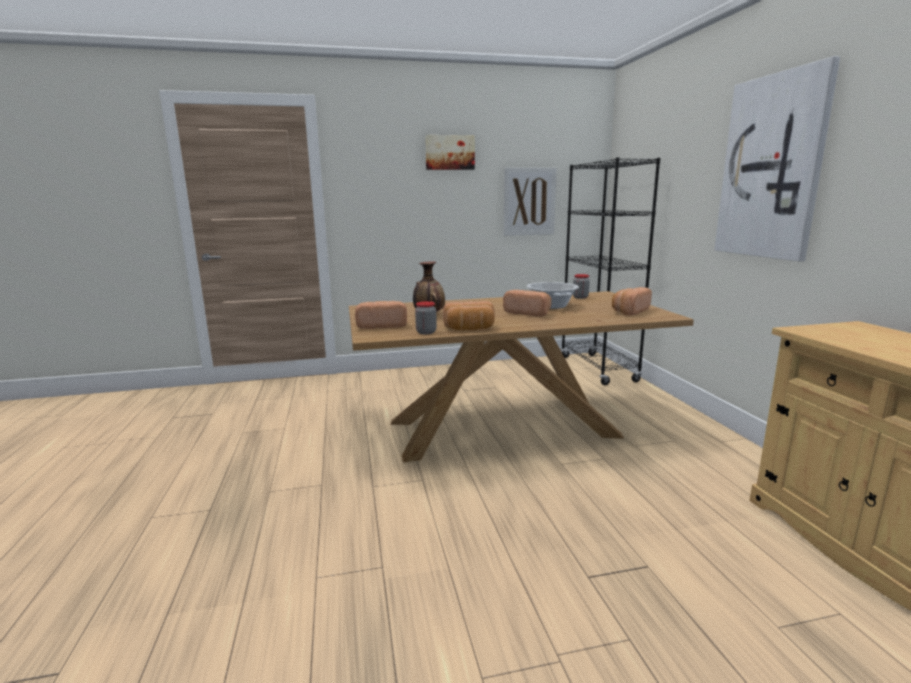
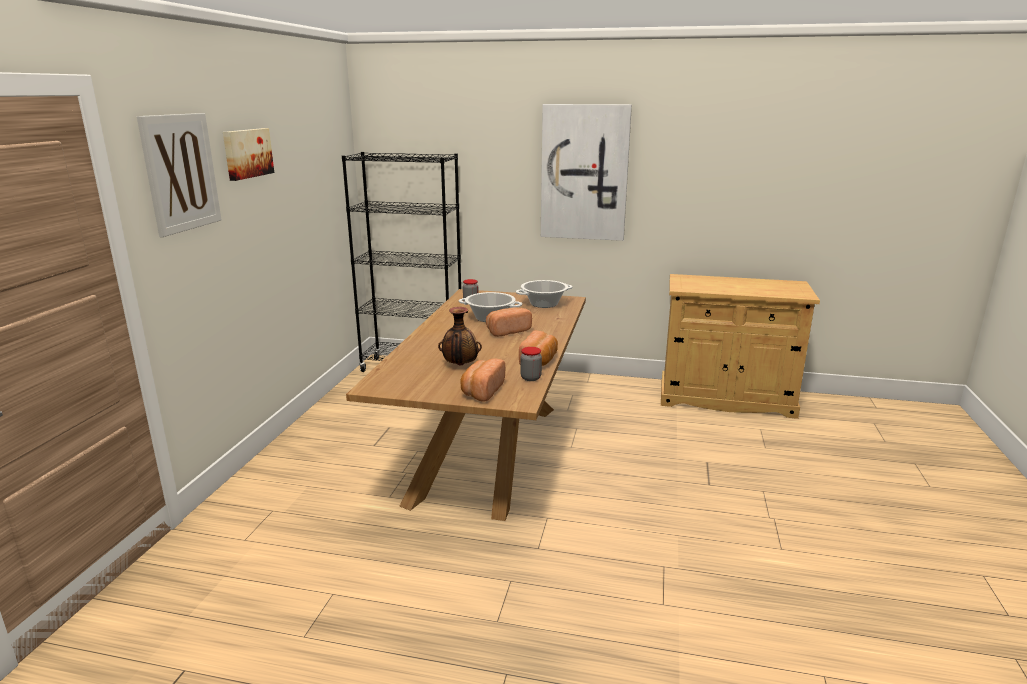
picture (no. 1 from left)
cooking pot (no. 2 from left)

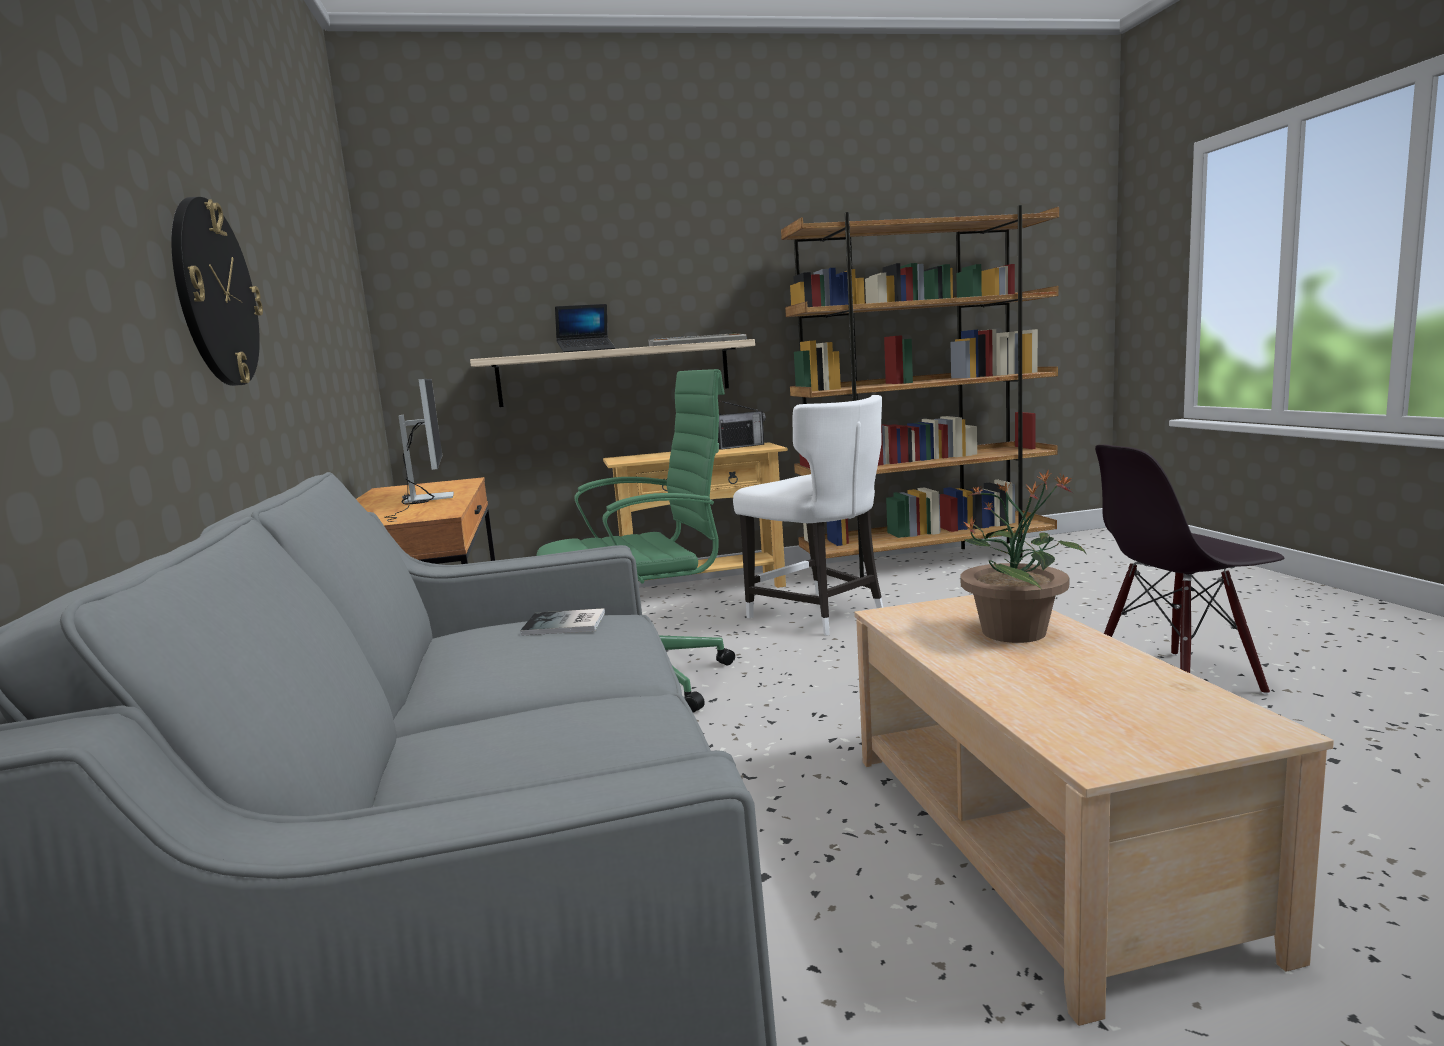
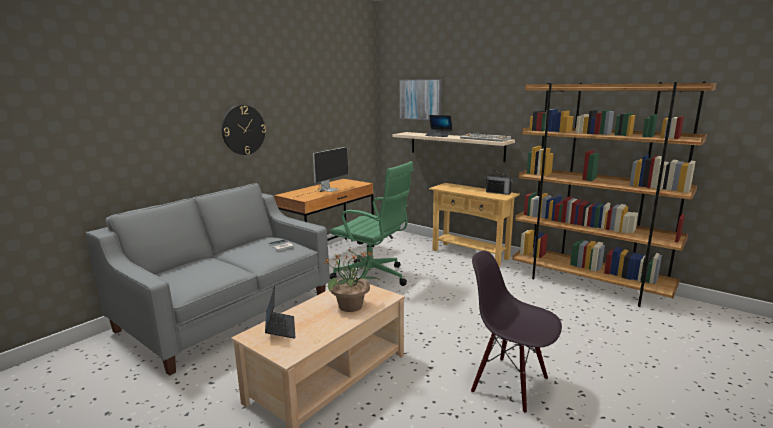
chair (white)
picture
laptop (no. 1 from left)

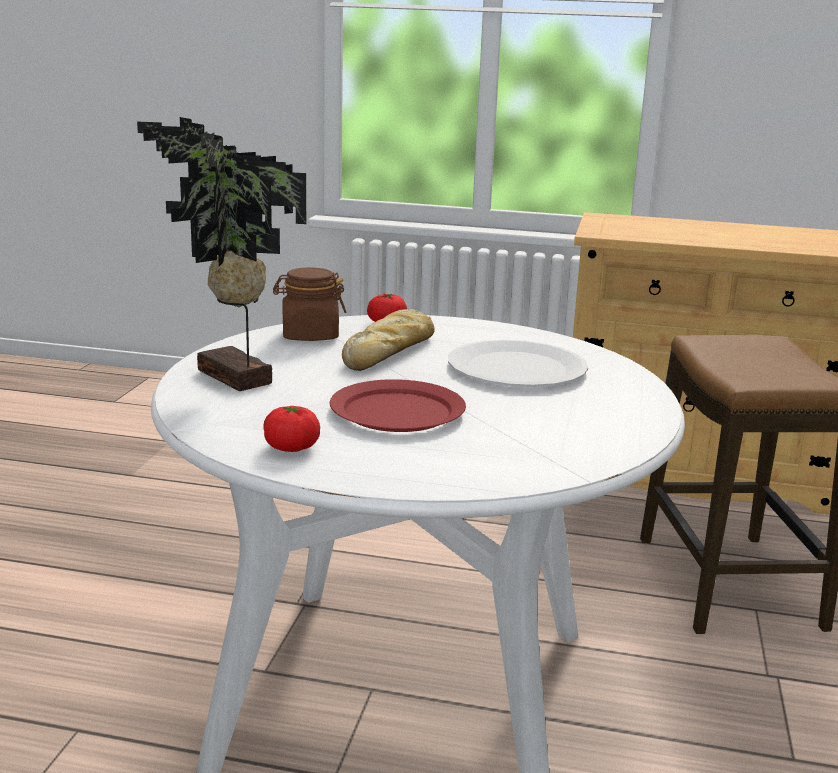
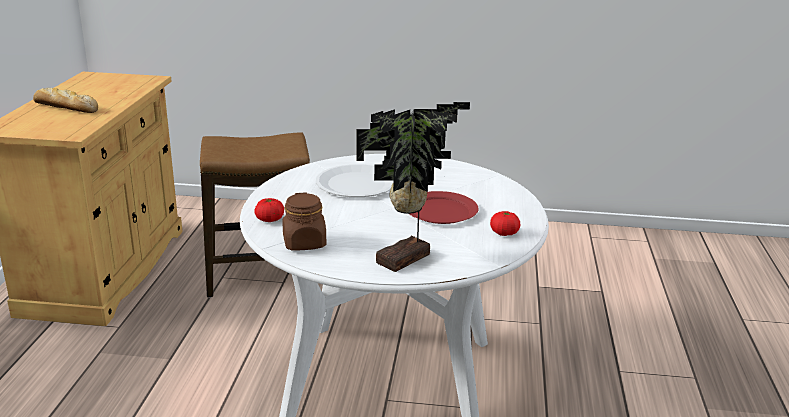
bread

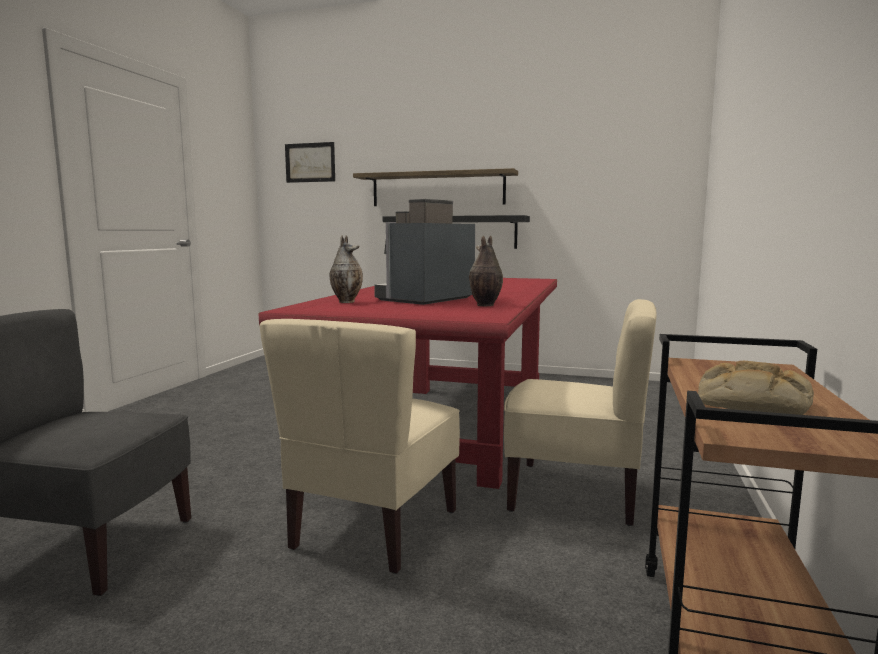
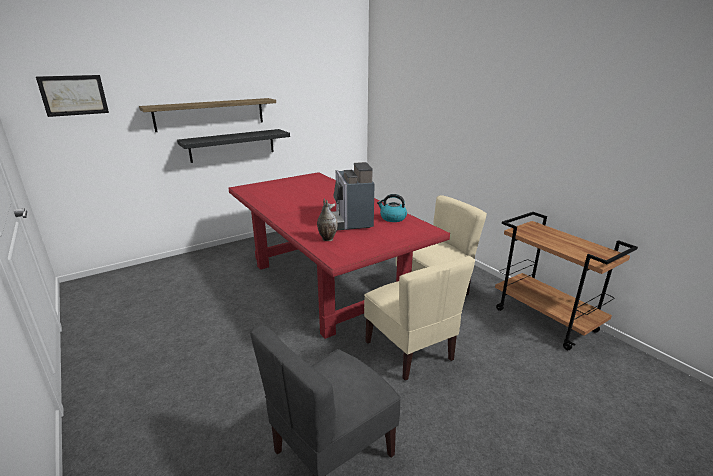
kettle
bread

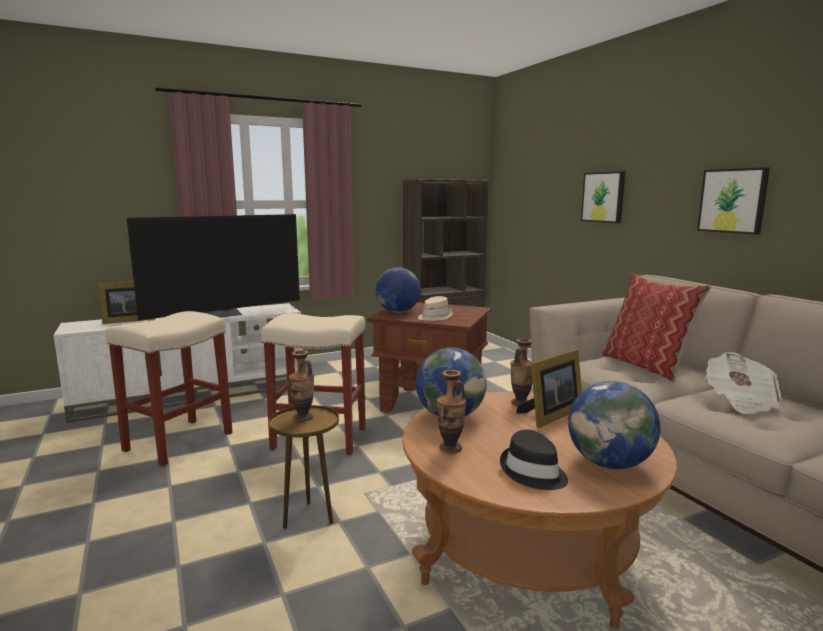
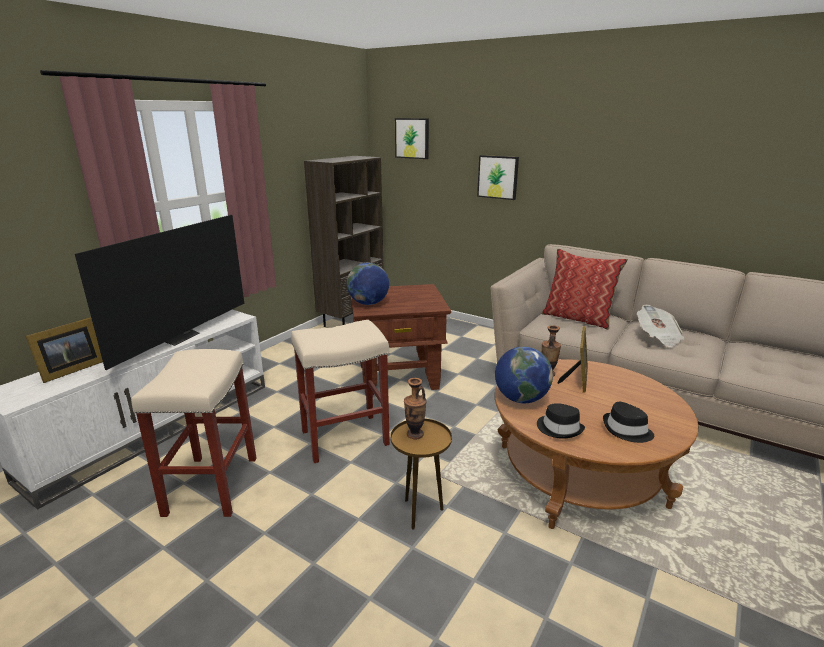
picture (no. 1 from left)
hat (beige)
hat (black) (no. 1 from left)
globe (no. 3 from left in the first image)

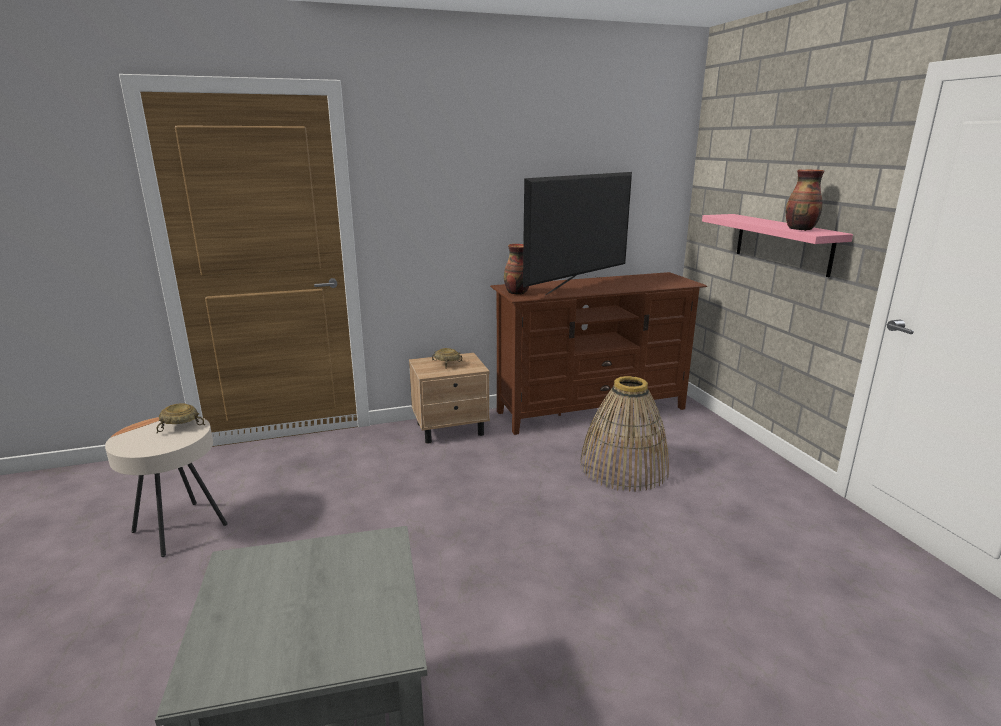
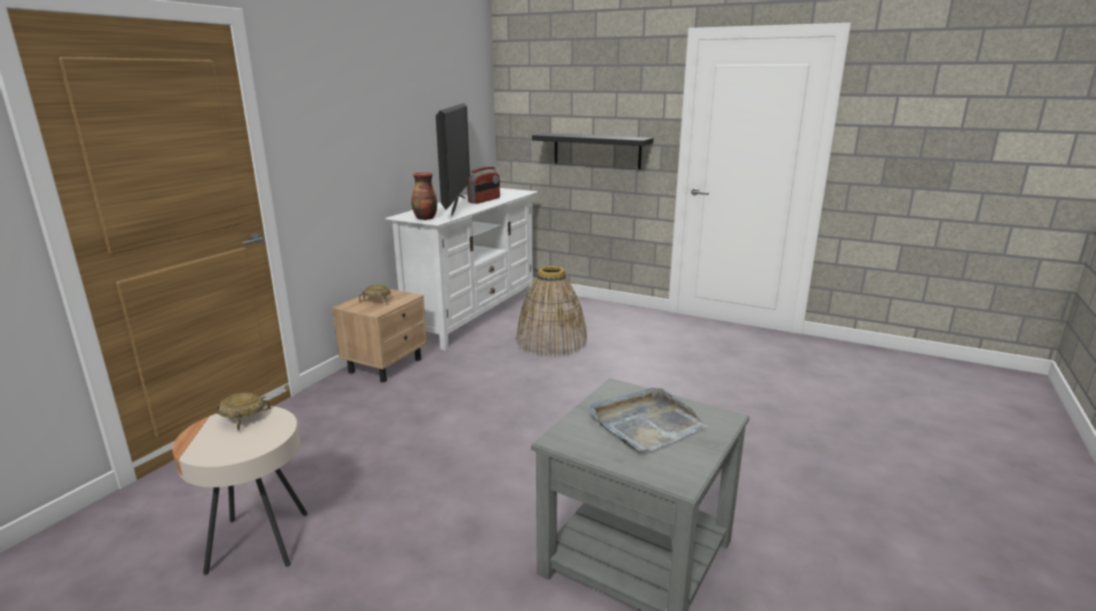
vase (no. 2 from left in the first image)
shelf (black)
tv stand (white)
radio
tray (grey)

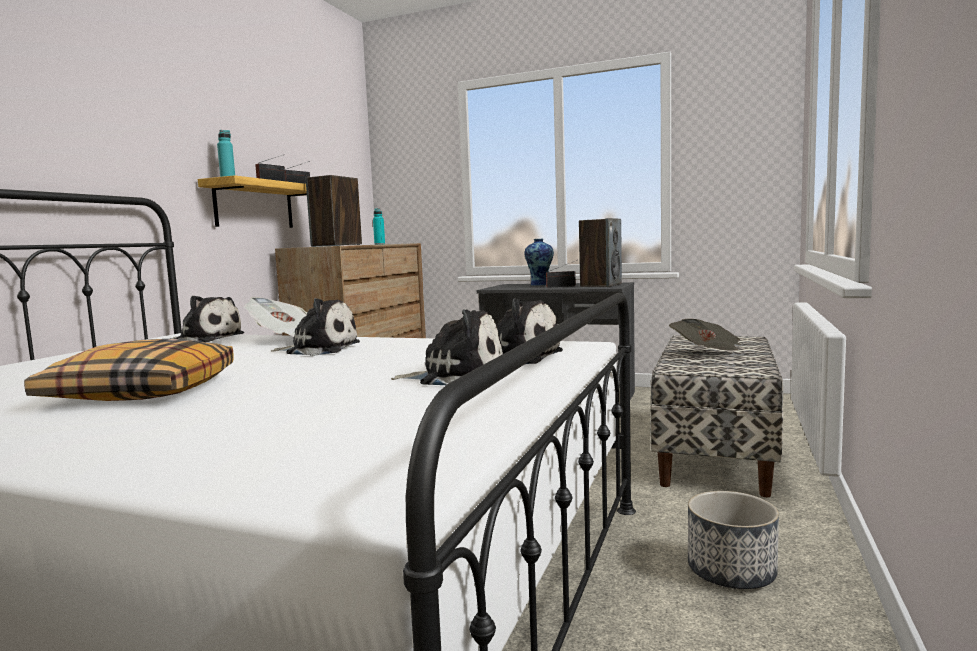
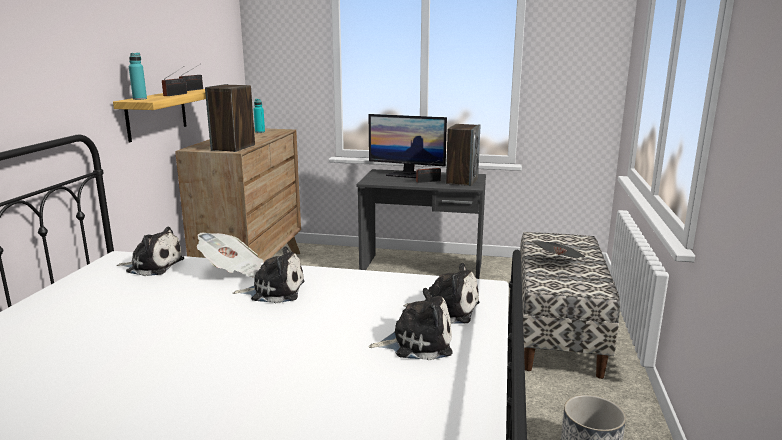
monitor
pillow

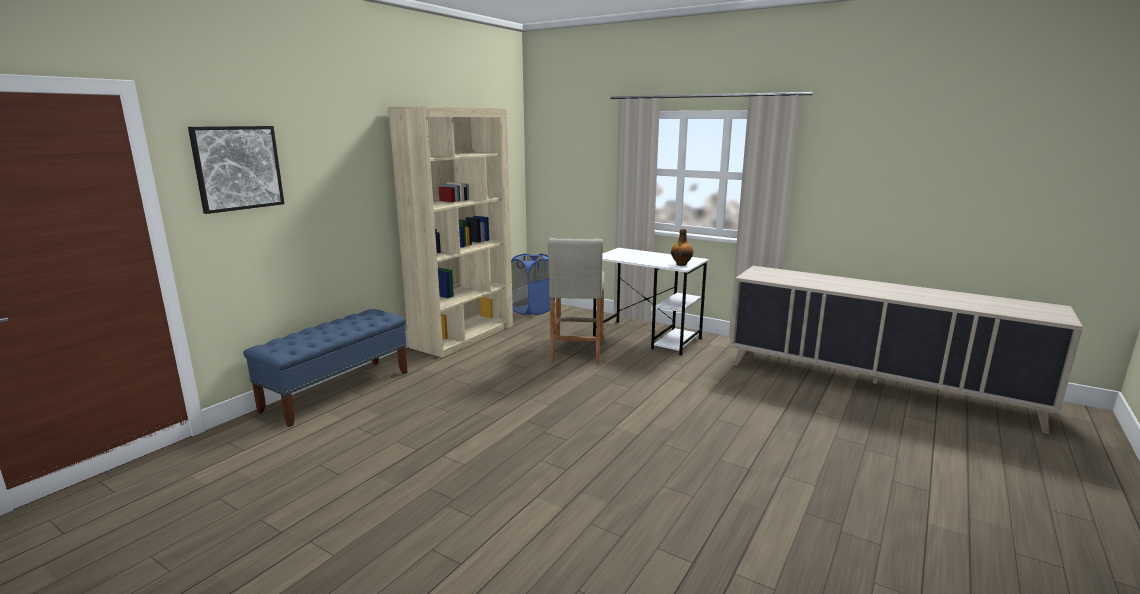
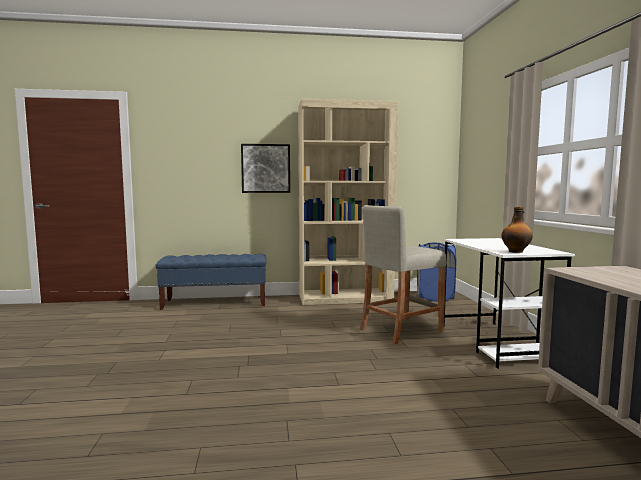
picture

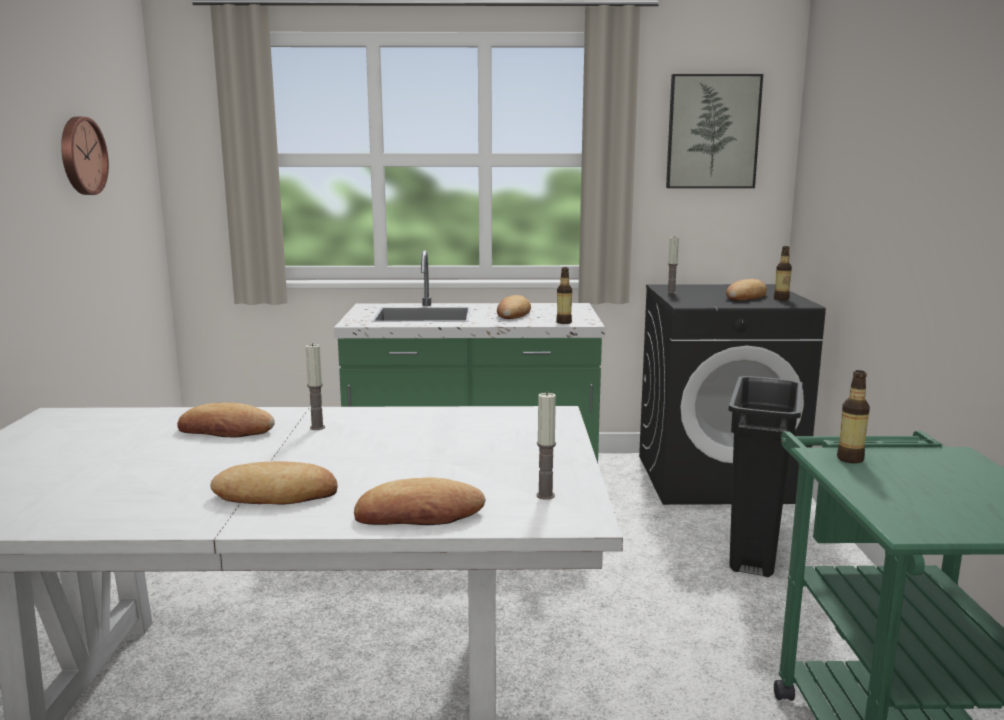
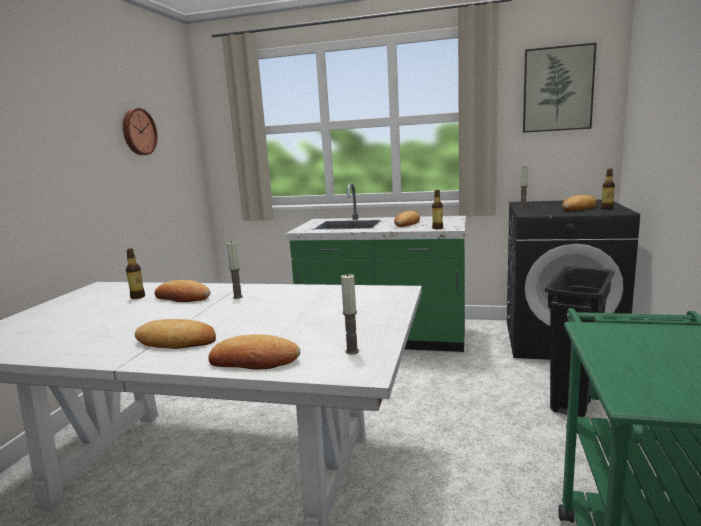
bottle (no. 1 from left)

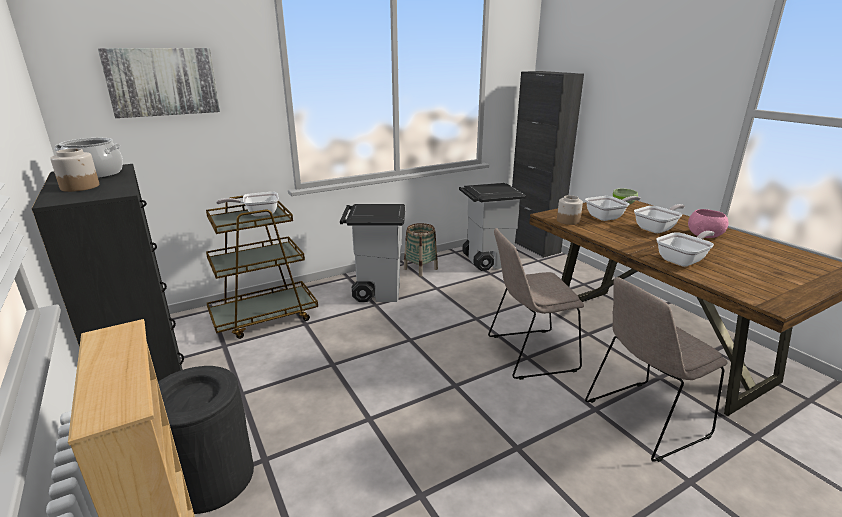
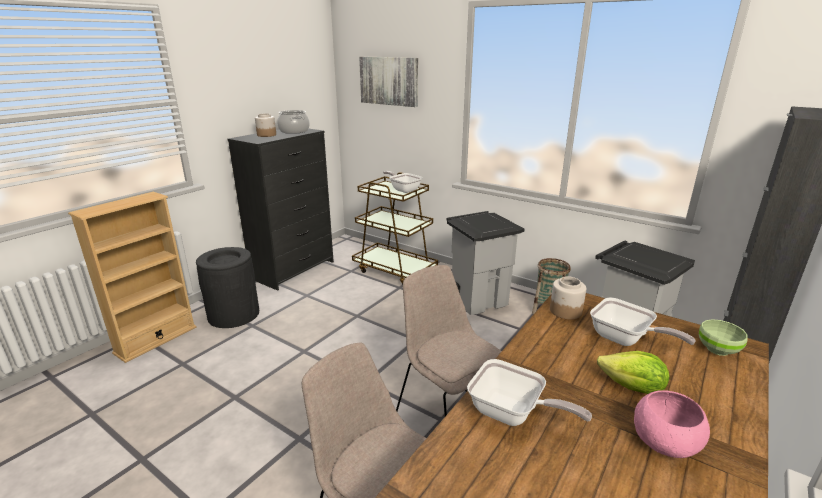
lettuce

